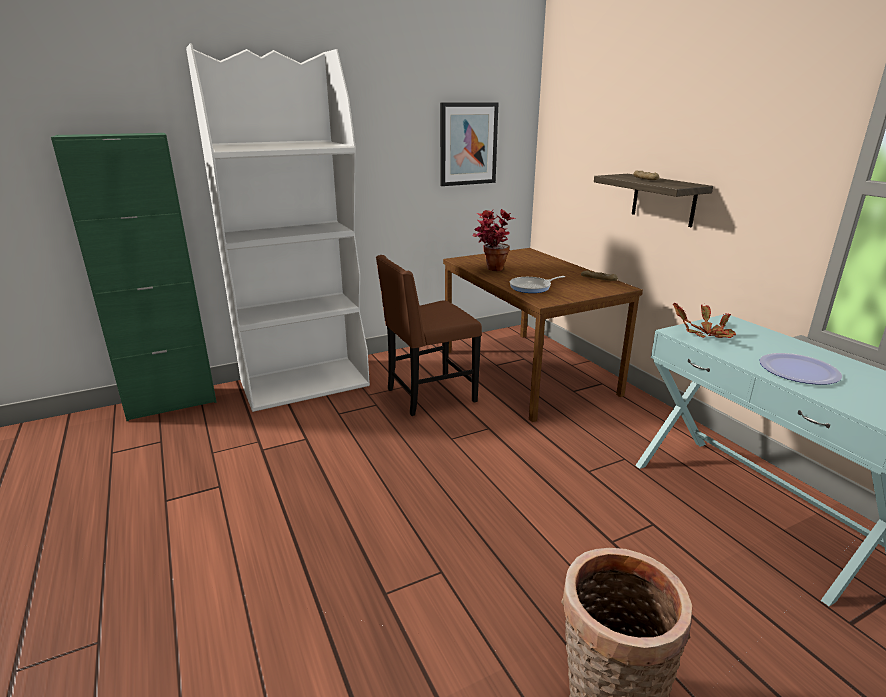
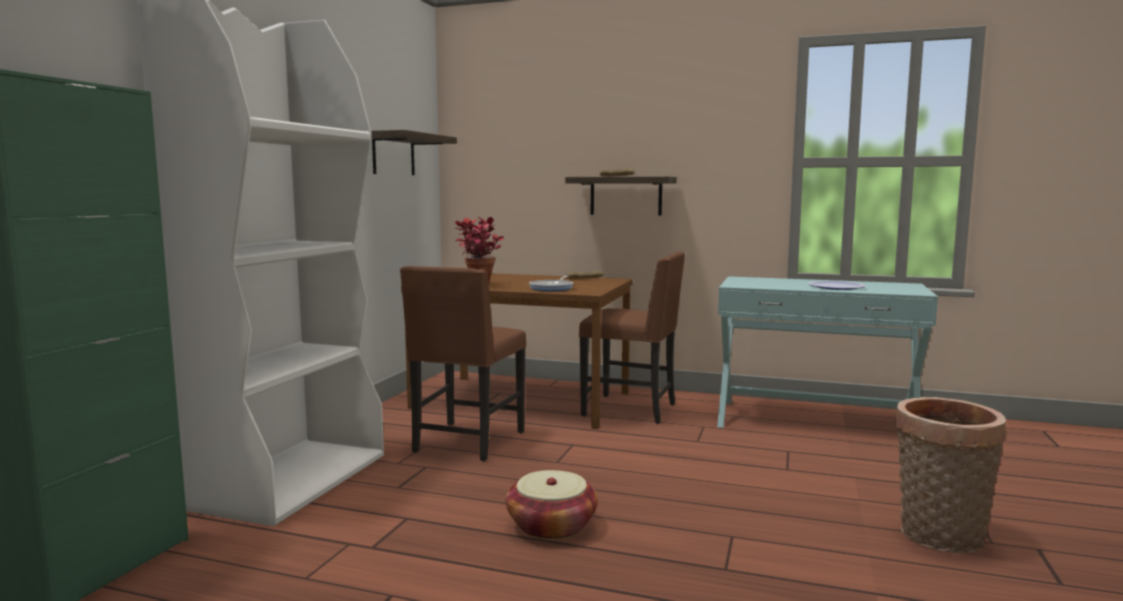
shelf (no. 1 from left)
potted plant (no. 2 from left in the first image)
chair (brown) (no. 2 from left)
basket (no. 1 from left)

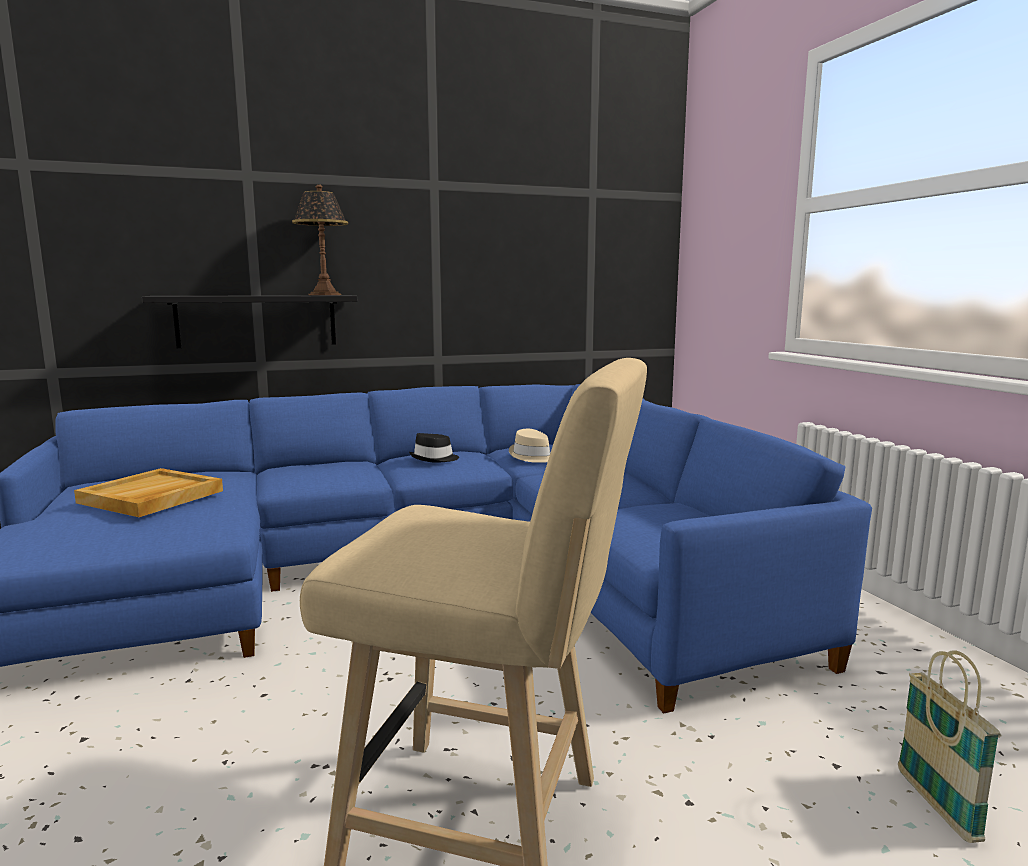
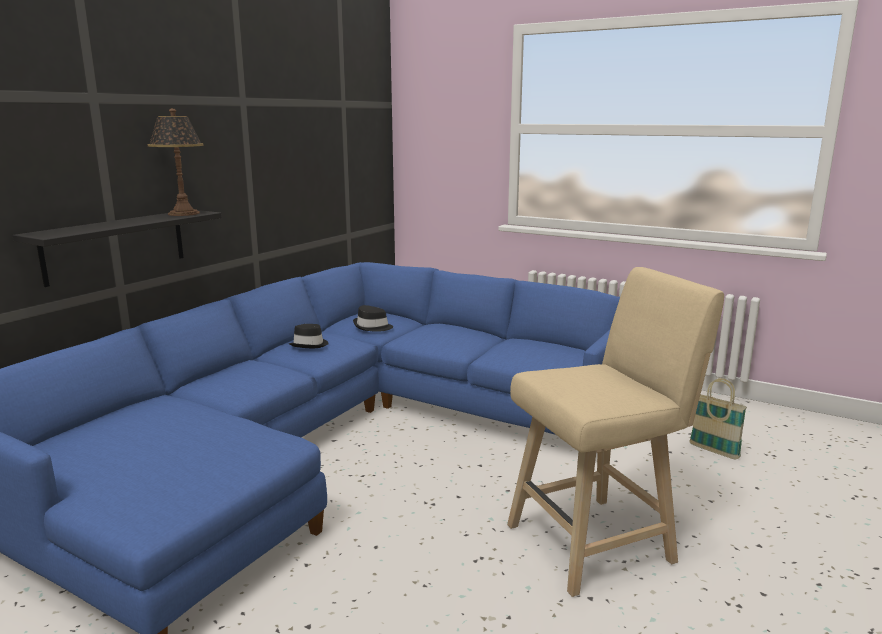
hat (black) (no. 2 from left)
tray (beige)

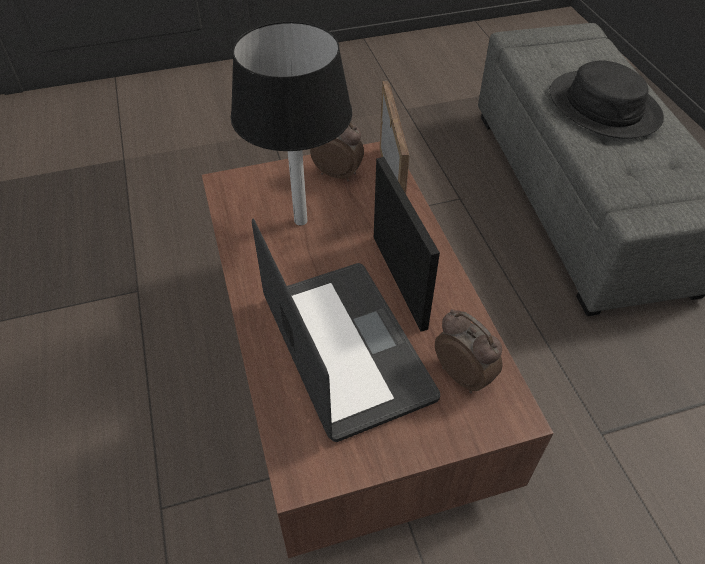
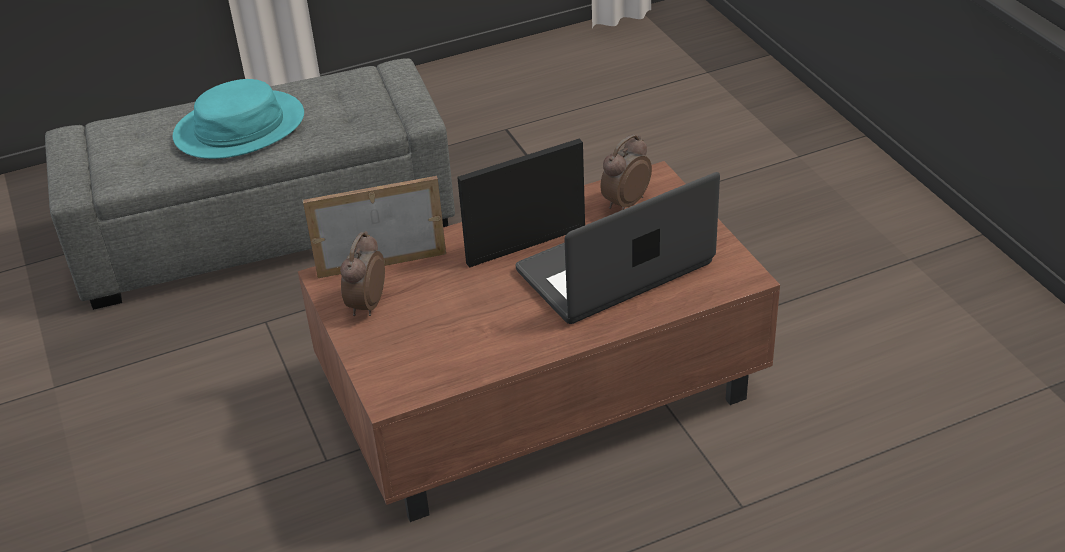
table lamp (black)
hat (turquoise)

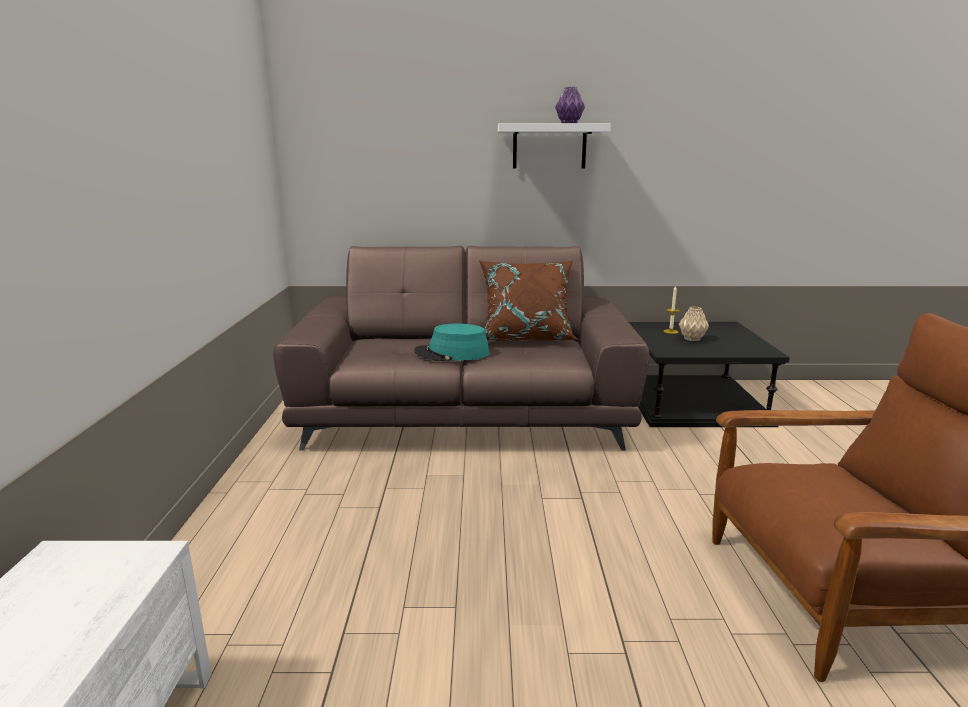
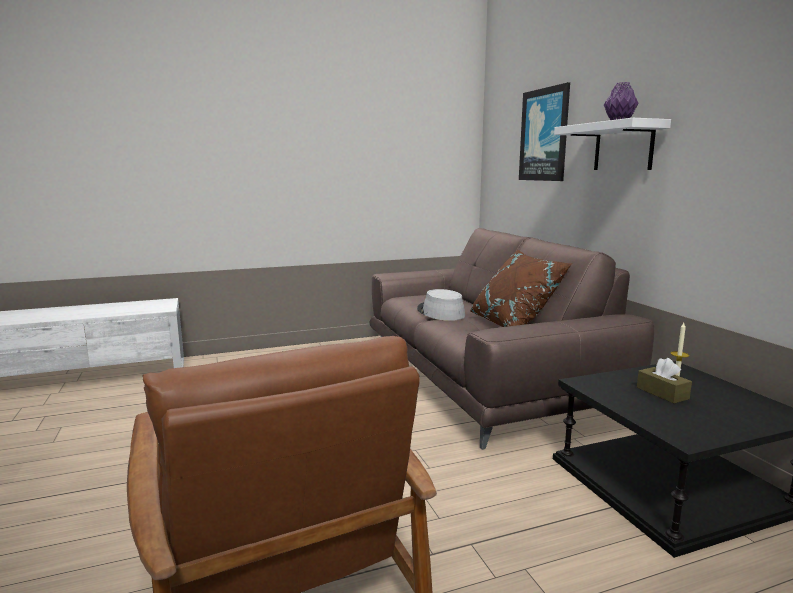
tissue box (brown)
hat (grey)
picture

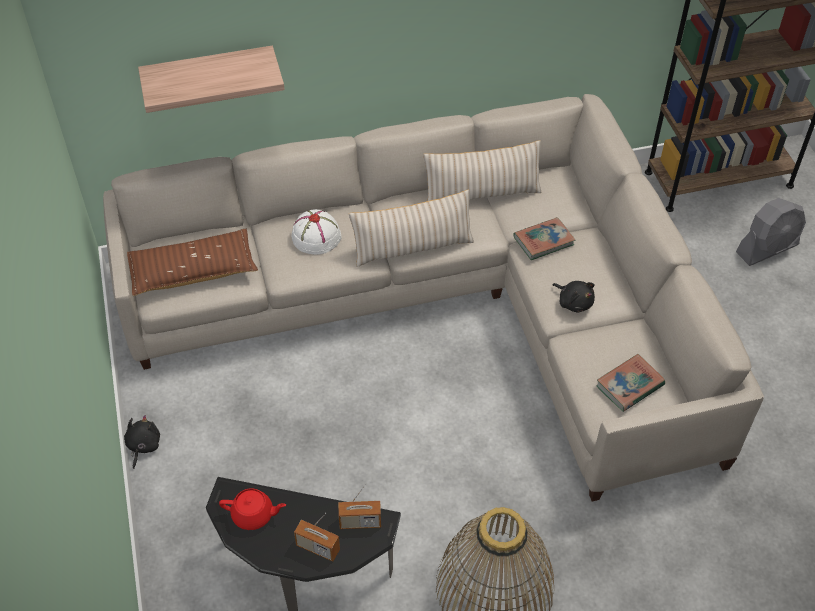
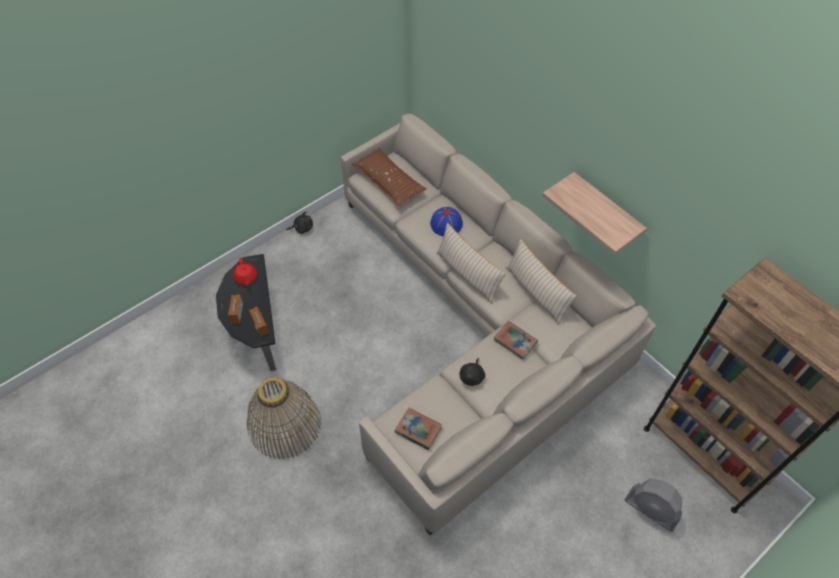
shelf
hat (blue)

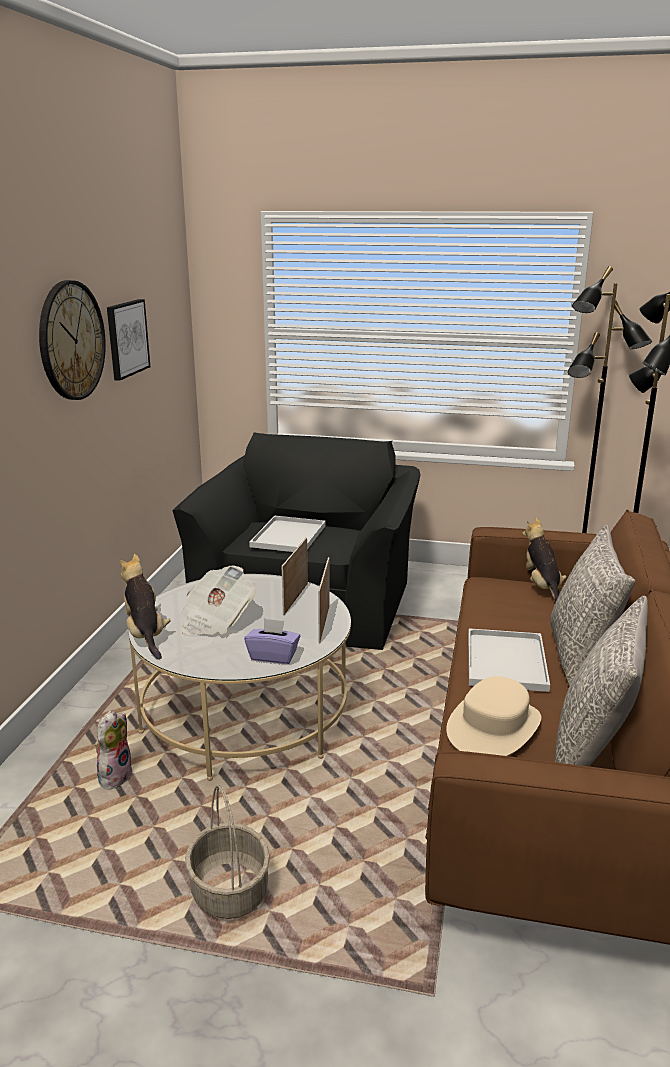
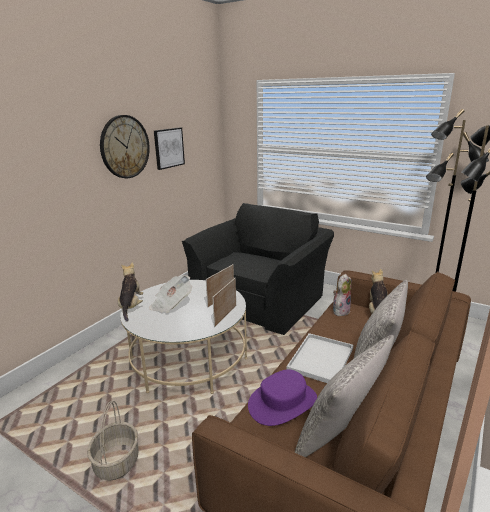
tray (white) (no. 1 from left in the first image)
tissue box (purple)
hat (purple)
plush toy (no. 2 from left)

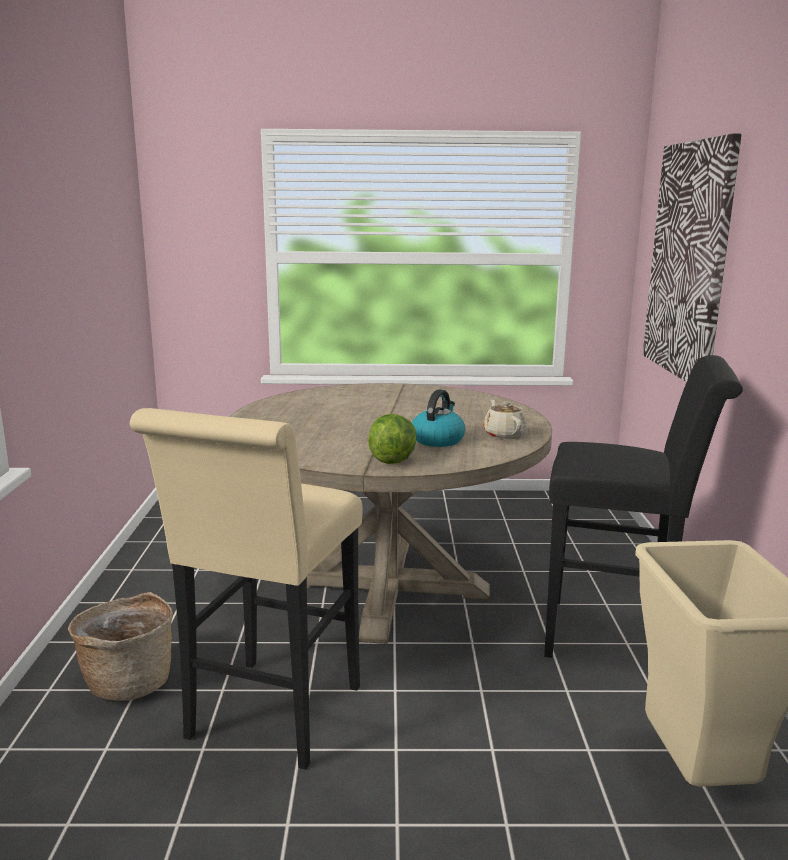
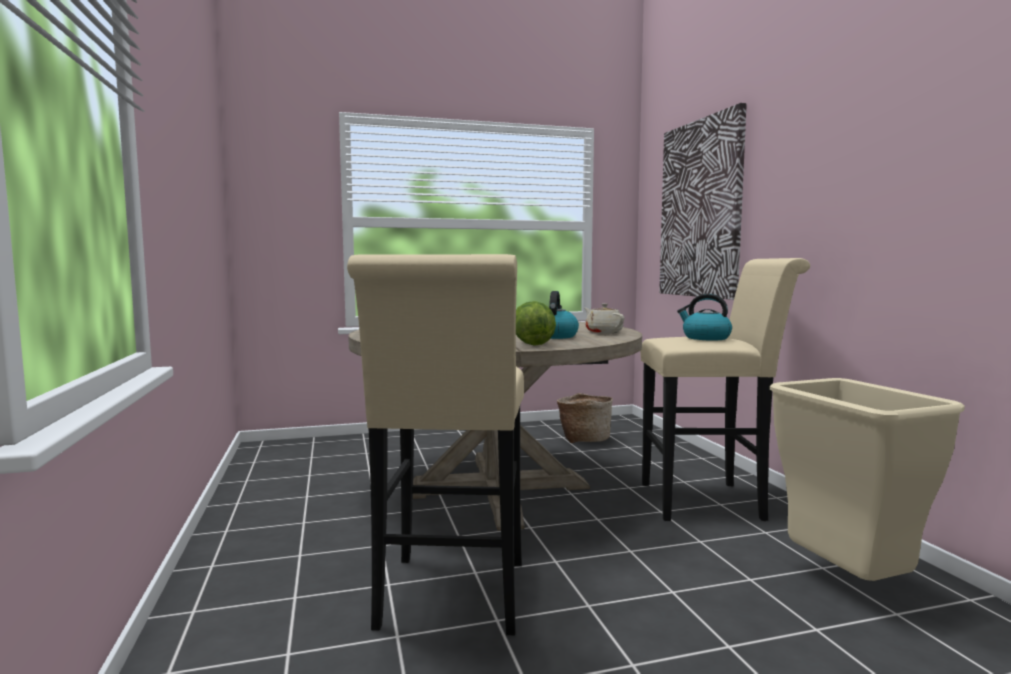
stool (beige) (no. 2 from left)
basket
kettle (no. 2 from left)

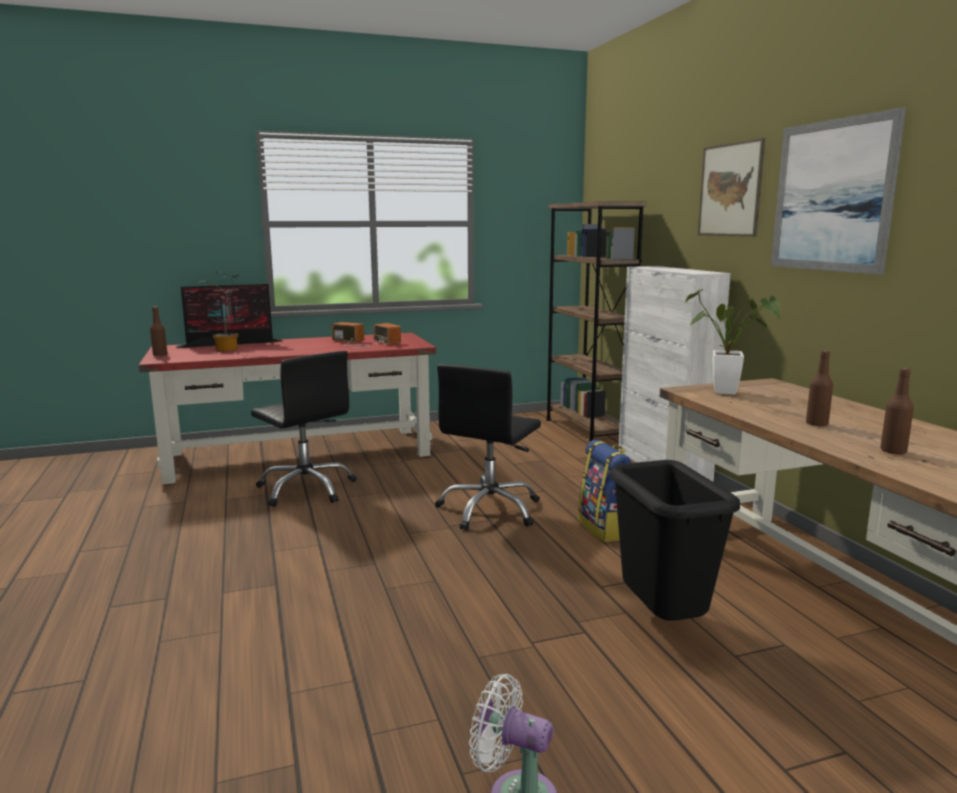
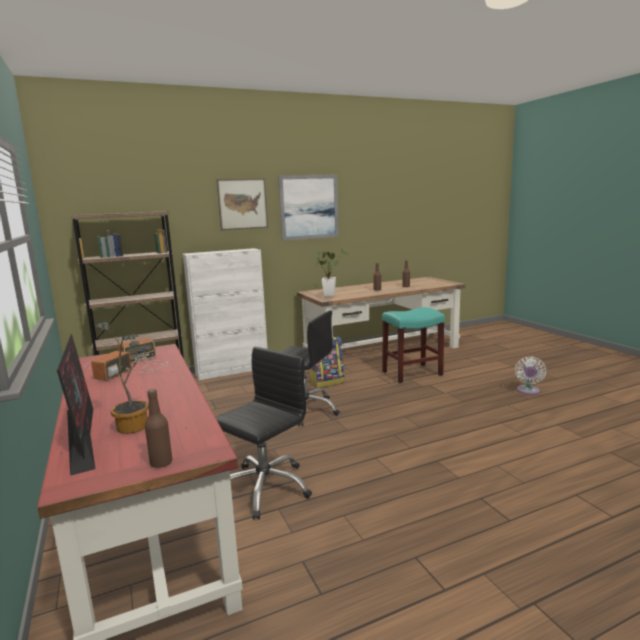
stool (turquoise)

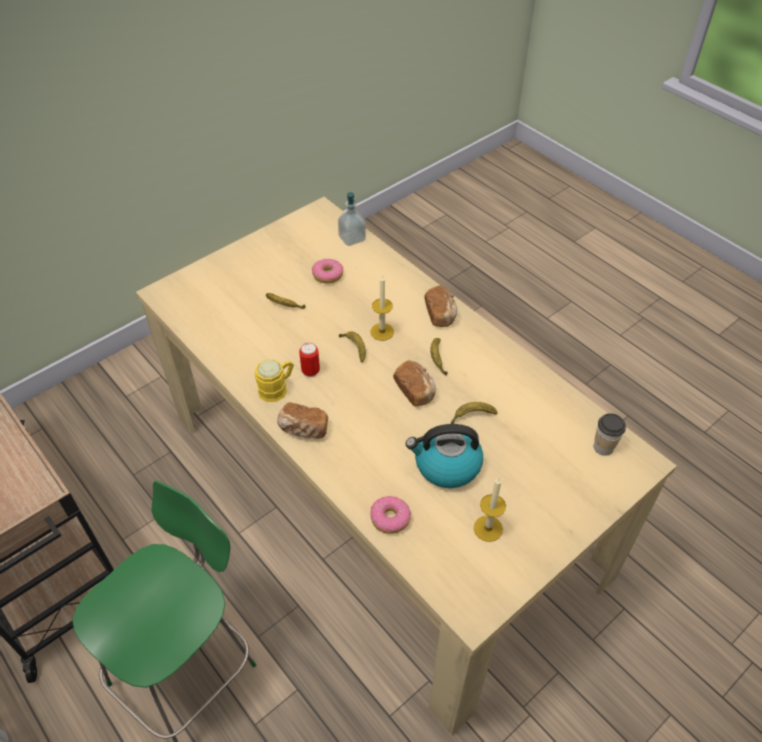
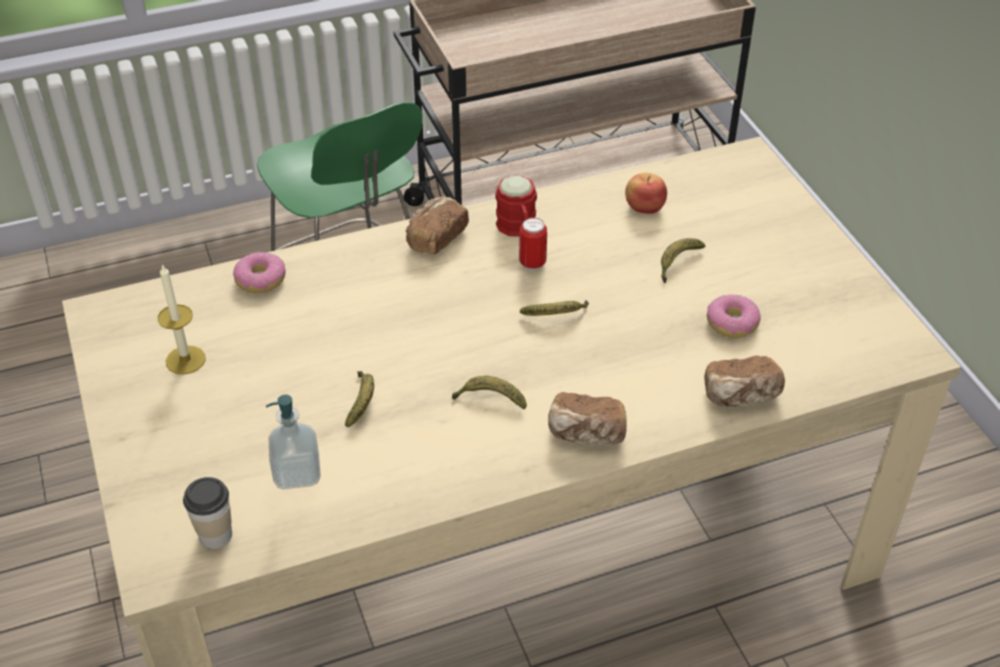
soap dispenser
candle (no. 1 from left in the first image)
mug (red)
bread (no. 3 from left)
kettle
apple

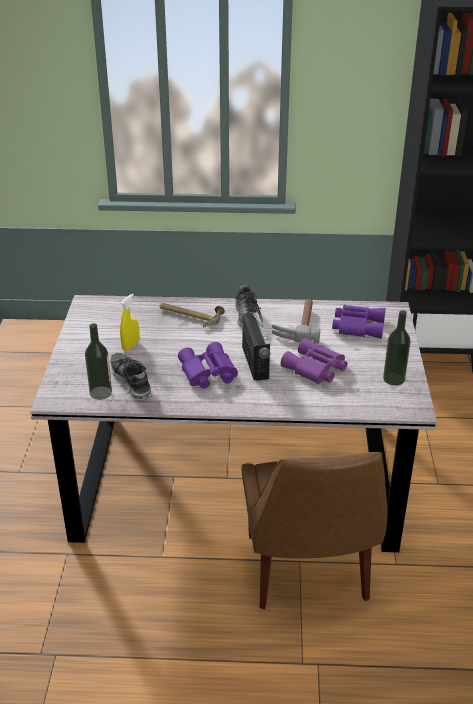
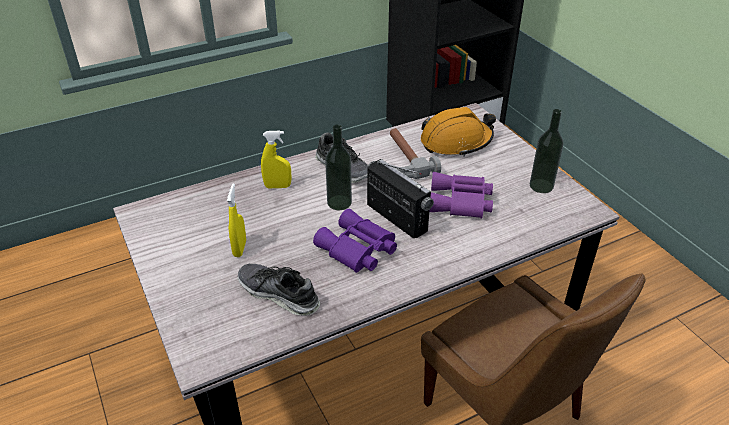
spray bottle (yellow) (no. 2 from left)
hard hat (orange)
bottle (no. 1 from left)

